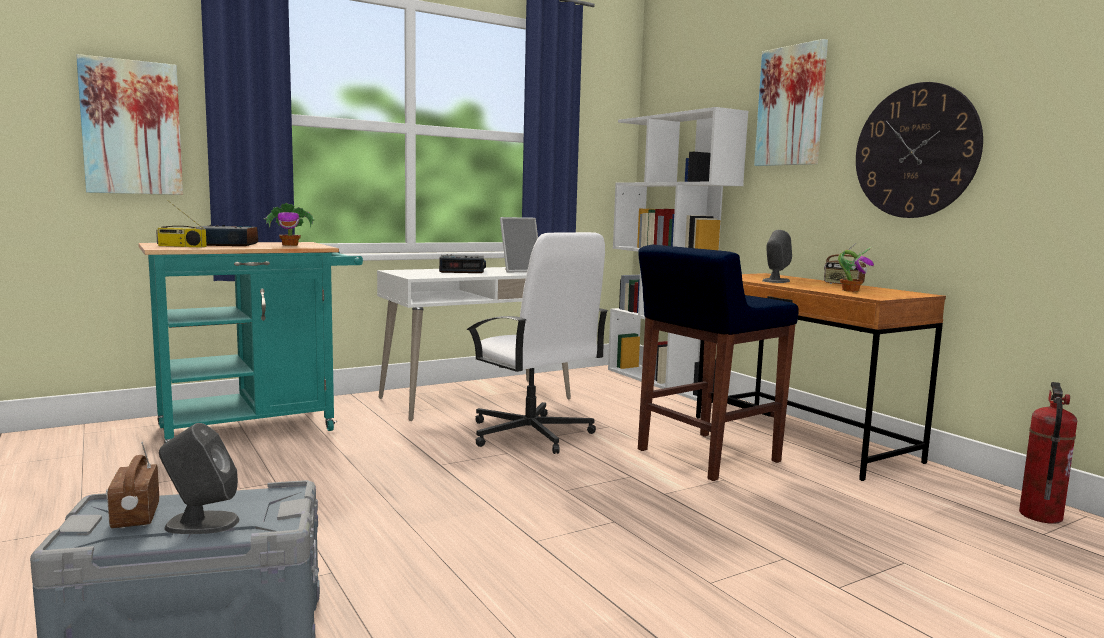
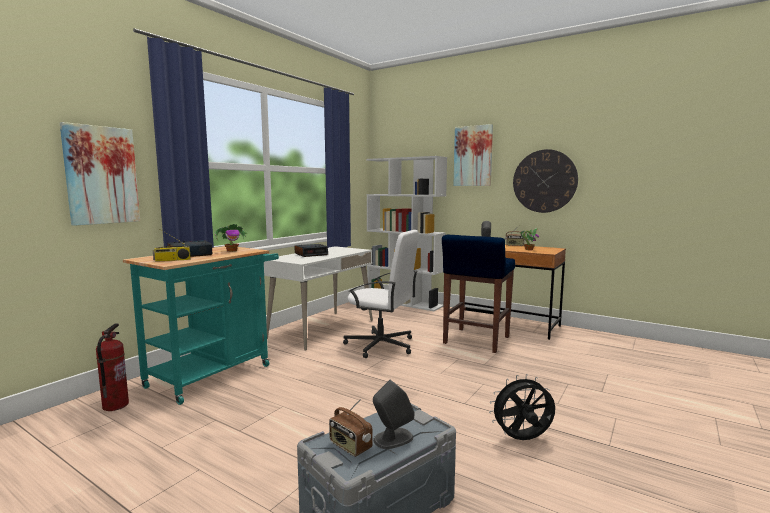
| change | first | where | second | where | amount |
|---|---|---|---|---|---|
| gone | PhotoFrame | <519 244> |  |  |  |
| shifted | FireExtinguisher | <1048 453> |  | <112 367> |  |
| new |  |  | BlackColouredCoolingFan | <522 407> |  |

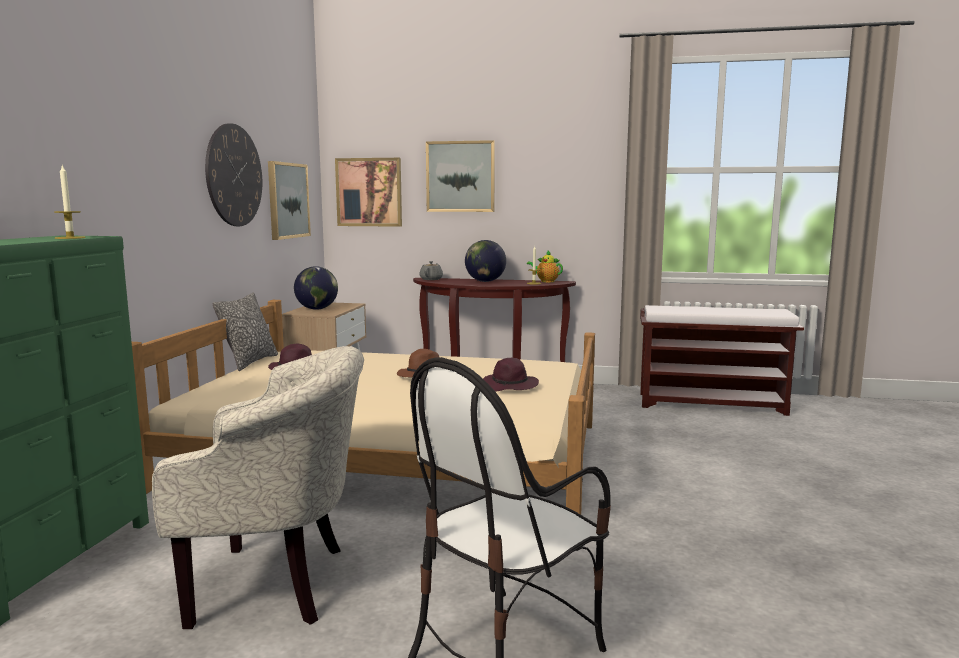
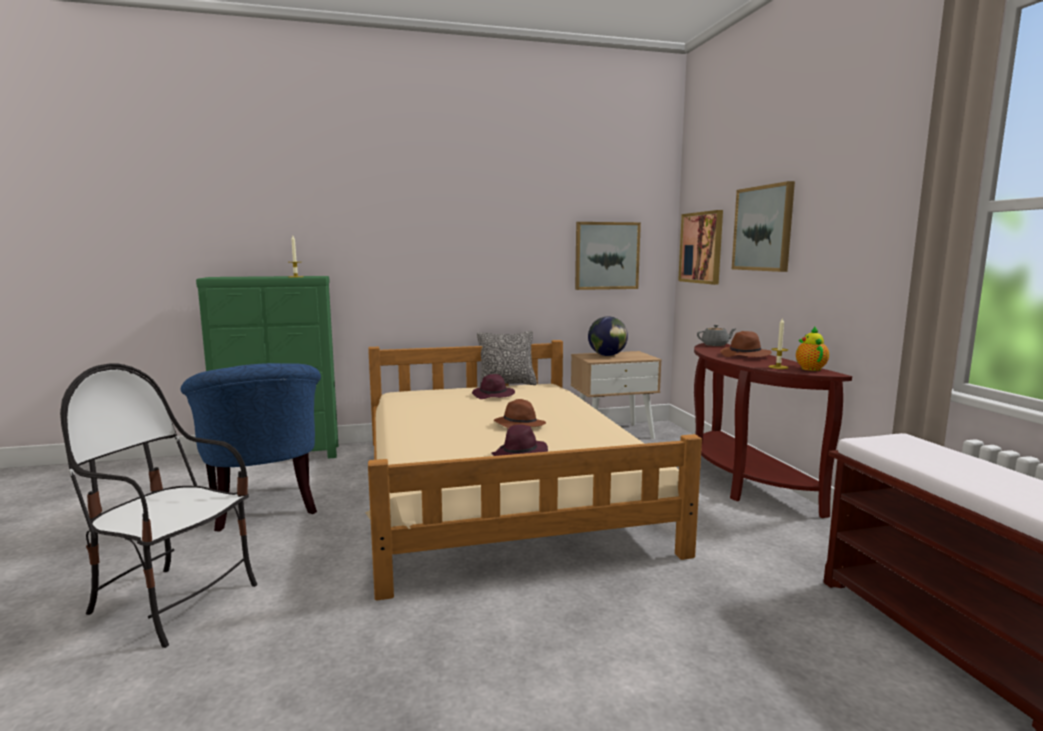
| change | first | where | second | where | amount |
|---|---|---|---|---|---|
| gone | ClockOnTheWall | <233 175> |  |  |  |
| swapped | WorldGlobe | <485 261> | BrownishClothingHat | <746 344> |  |
| repainted | BeigeColouredLoungeChair | <258 487> | BluishLoungeChair | <250 447> |  |

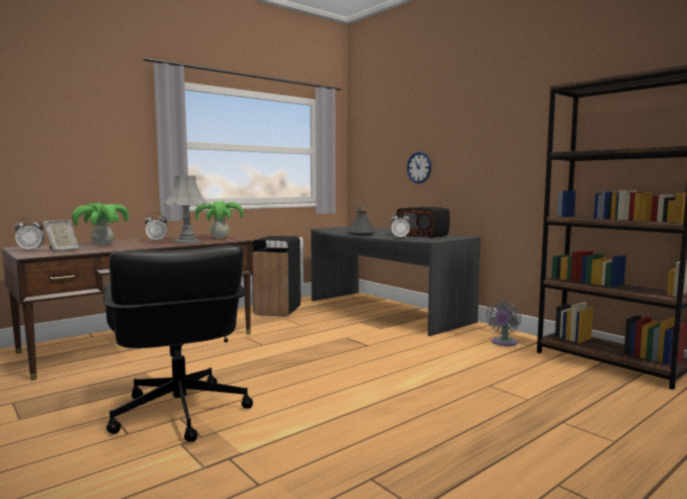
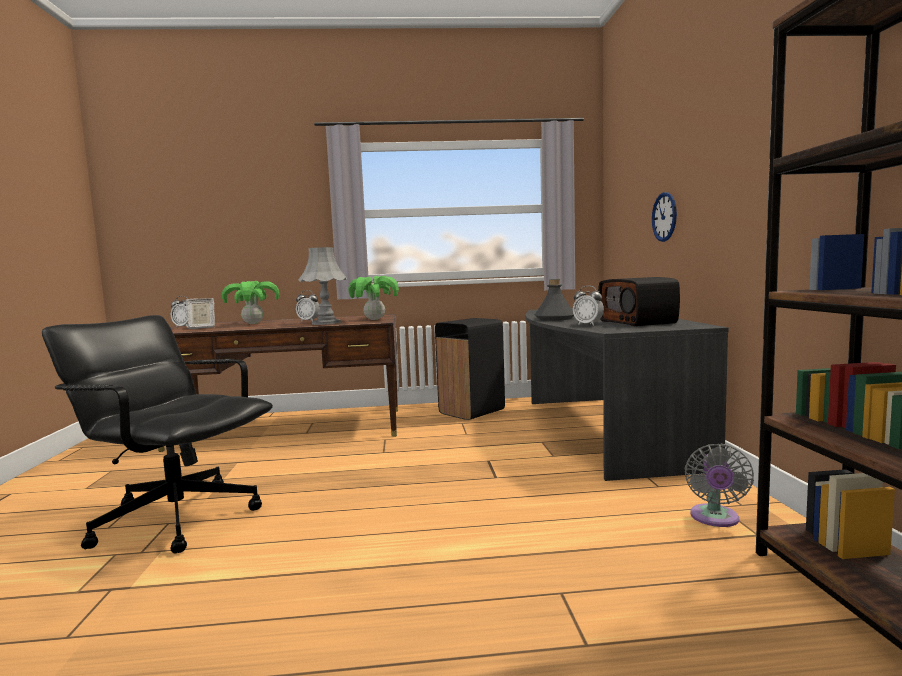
| change | first | where | second | where | amount |
|---|---|---|---|---|---|
| rotated | BlackColouredDeskChair | <178 343> |  | <157 434> | 105 degrees clockwise |
| rotated | GreyishCoolingFan | <503 323> |  | <719 485> | 45 degrees counterclockwise |

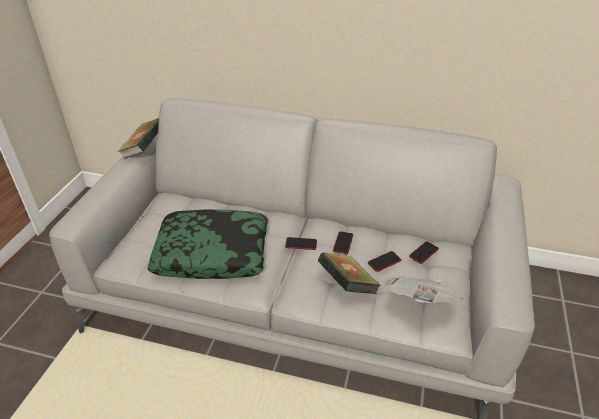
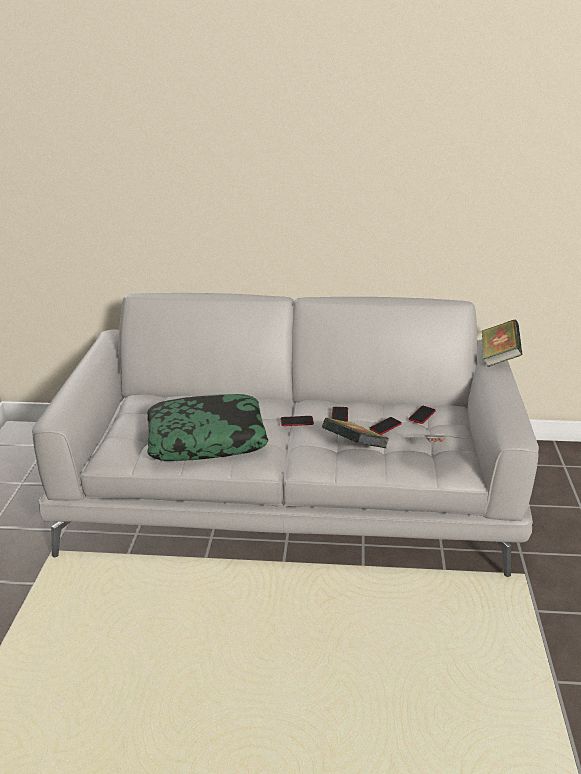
| change | first | where | second | where | amount |
|---|---|---|---|---|---|
| shifted | BoundBook | <138 138> |  | <502 343> |  |

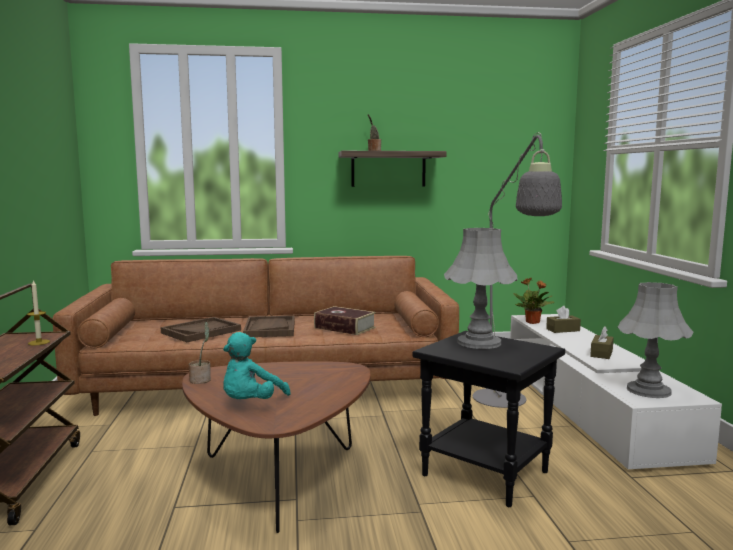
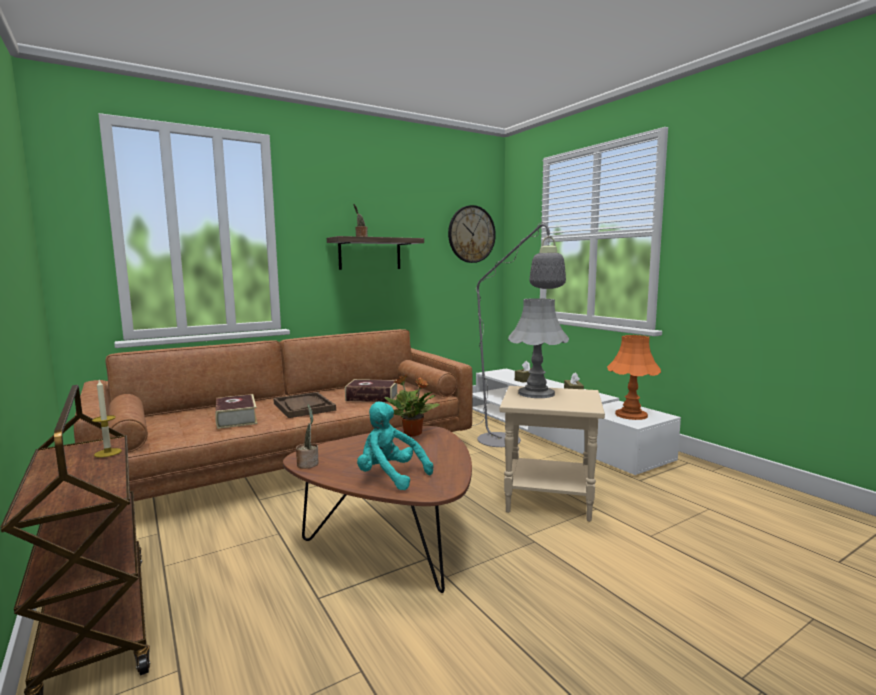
| change | first | where | second | where | amount |
|---|---|---|---|---|---|
| shifted | PottedPlant | <534 301> |  | <412 405> |  |
| repainted | GreyishTableLamp | <656 340> | OrangeColouredTableLamp | <634 377> |  |
| swapped | BrownishServingTray | <201 329> | BoundBook | <236 411> |  |
| repainted | BlackColouredAccentTable | <488 419> | BeigeColouredAccentTable | <552 454> |  |
| rotated | TurquoisePlushToy | <257 365> |  | <395 445> | 120 degrees clockwise |
| new |  |  | ClockOnTheWall | <472 234> |  |

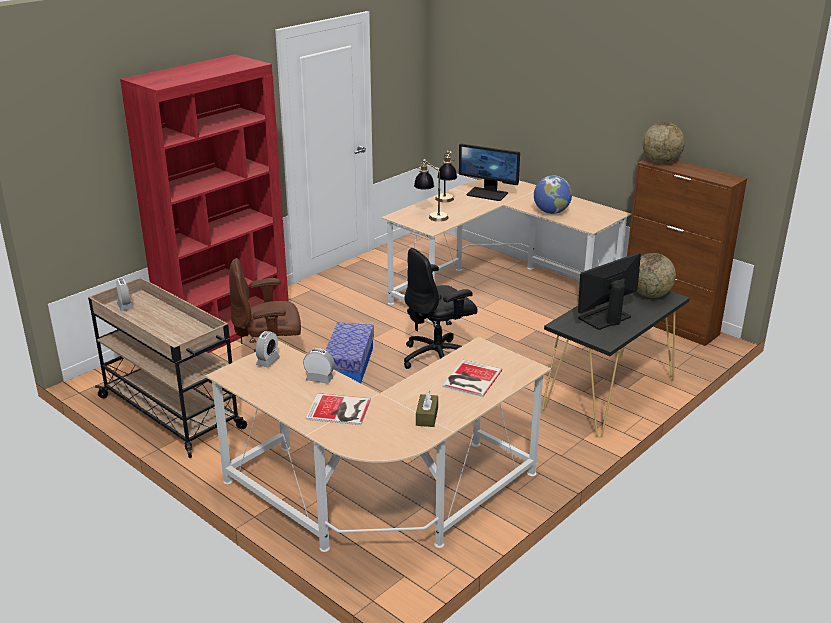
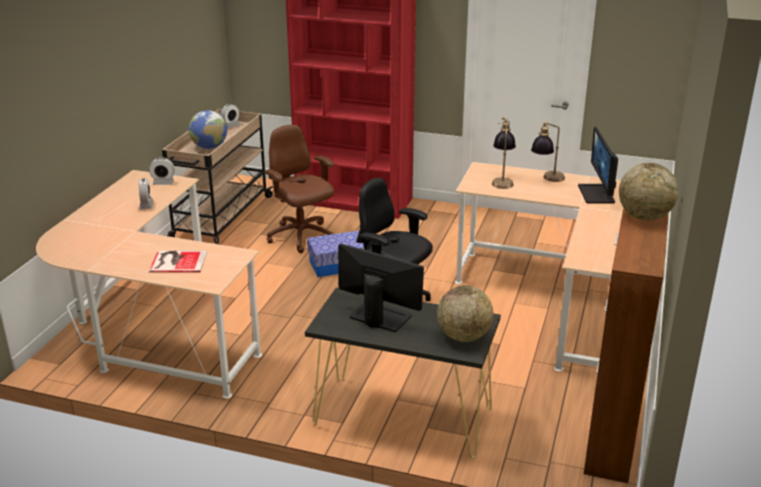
| change | first | where | second | where | amount |
|---|---|---|---|---|---|
| shifted | WorldGlobe | <553 194> |  | <208 129> |  |
| gone | BrownishBoxOfTissues | <427 409> |  |  |  |
| gone | BoundBook | <338 409> |  |  |  |

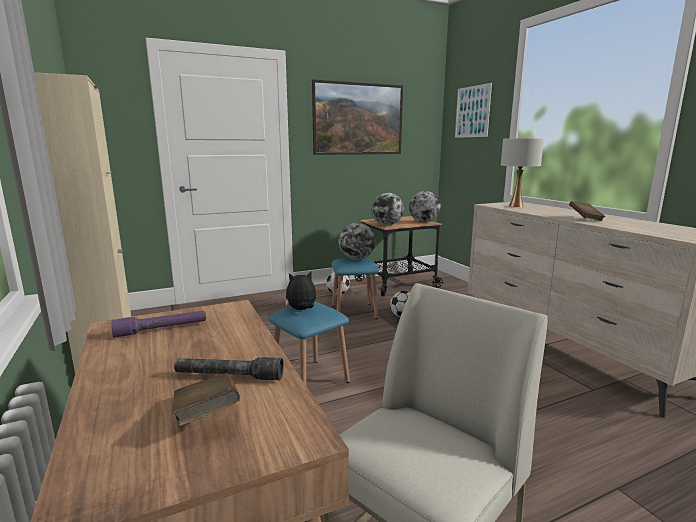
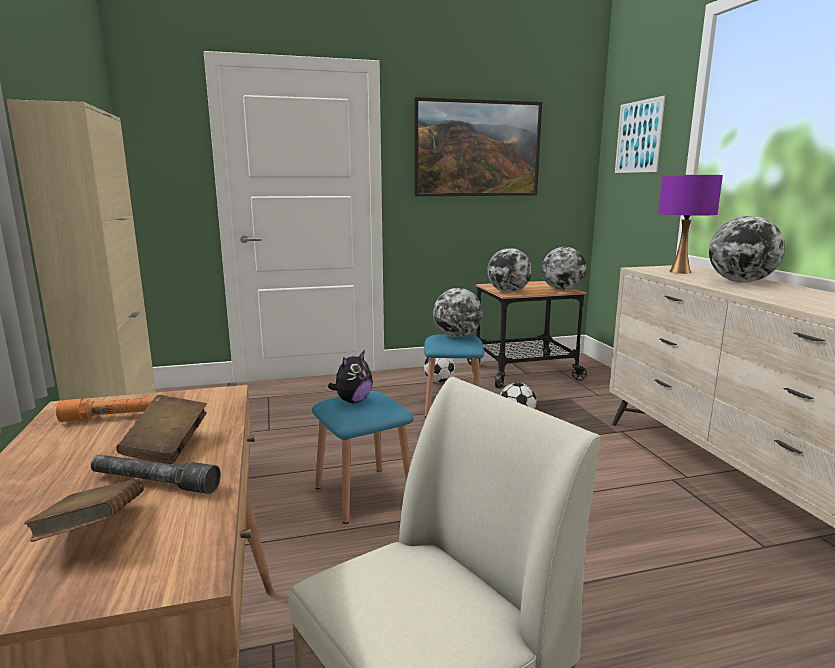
| change | first | where | second | where | amount |
|---|---|---|---|---|---|
| repainted | WhitishTableLamp | <522 172> | PurplishTableLamp | <690 224> |  |
| shifted | BrownishBoundBook | <587 211> |  | <161 429> |  |
| rotated | PlushToy | <300 291> |  | <350 376> | 135 degrees clockwise |
| repainted | PurplishHandTorch | <158 324> | OrangeColouredHandTorch | <115 409> |  |
| new |  |  | WorldGlobe | <747 249> |  |

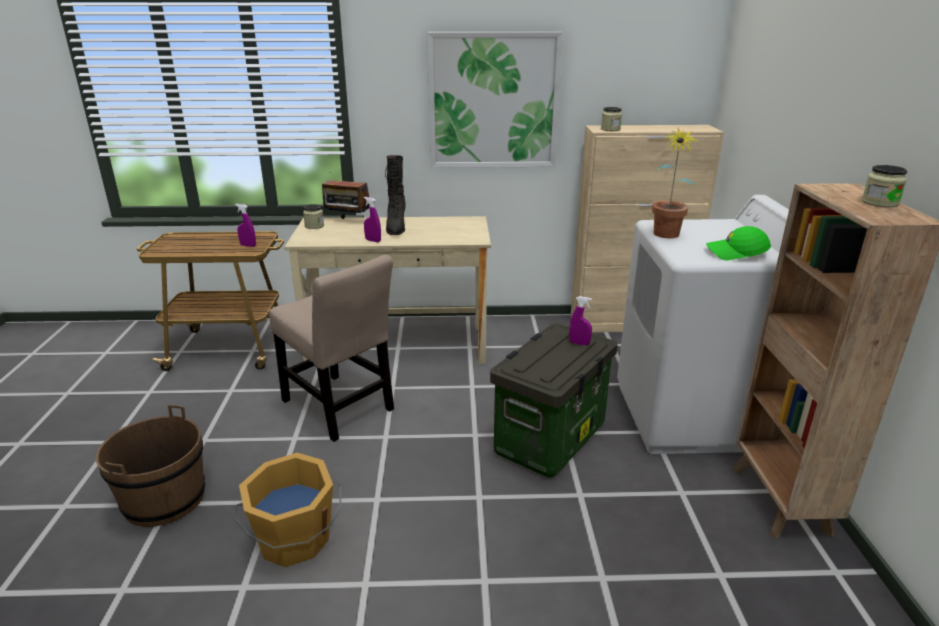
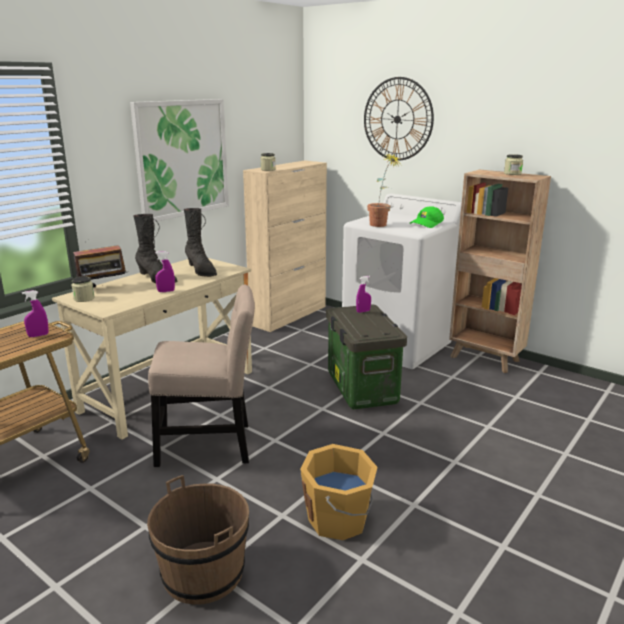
| change | first | where | second | where | amount |
|---|---|---|---|---|---|
| new |  |  | ClockOnTheWall | <399 119> |  |
| new |  |  | BlackColouredBoot | <200 242> |  |

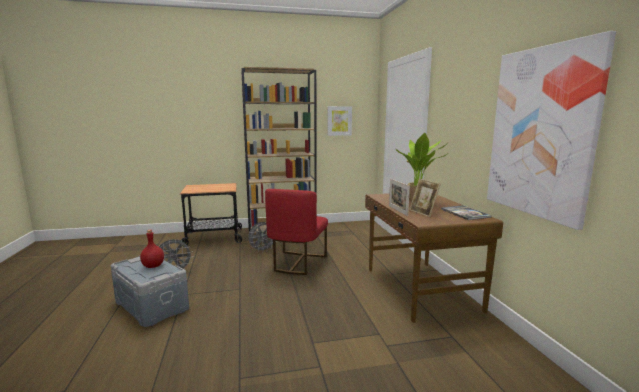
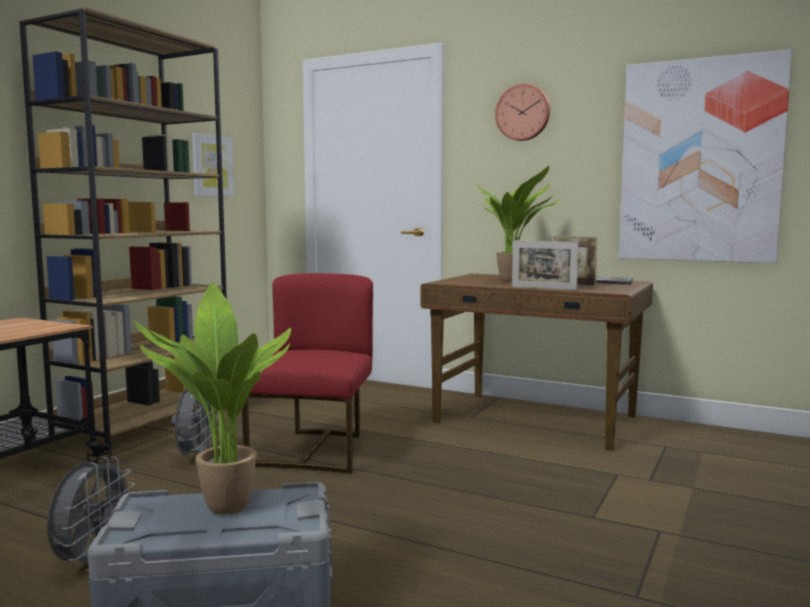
| change | first | where | second | where | amount |
|---|---|---|---|---|---|
| rotated | RedChair | <296 232> |  | <307 373> | 135 degrees counterclockwise |
| swapped | RedDrinkBottle | <152 249> | PottedPlant | <212 398> |  |
| new |  |  | ClockOnTheWall | <522 112> |  |

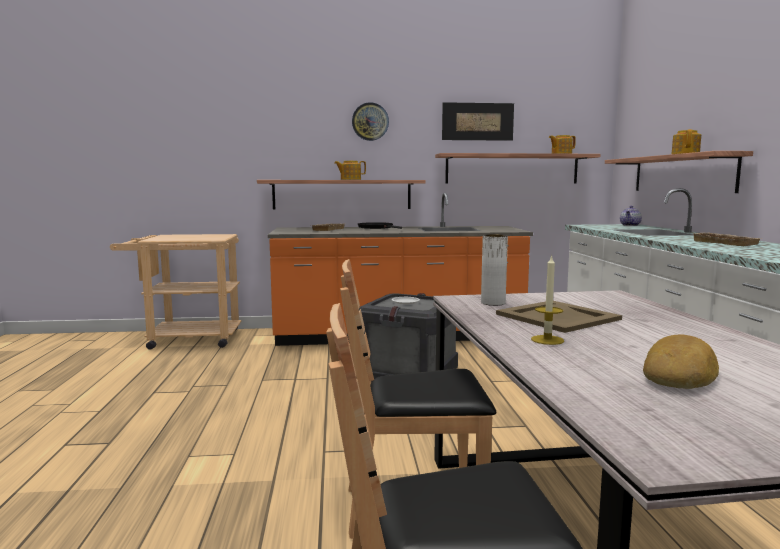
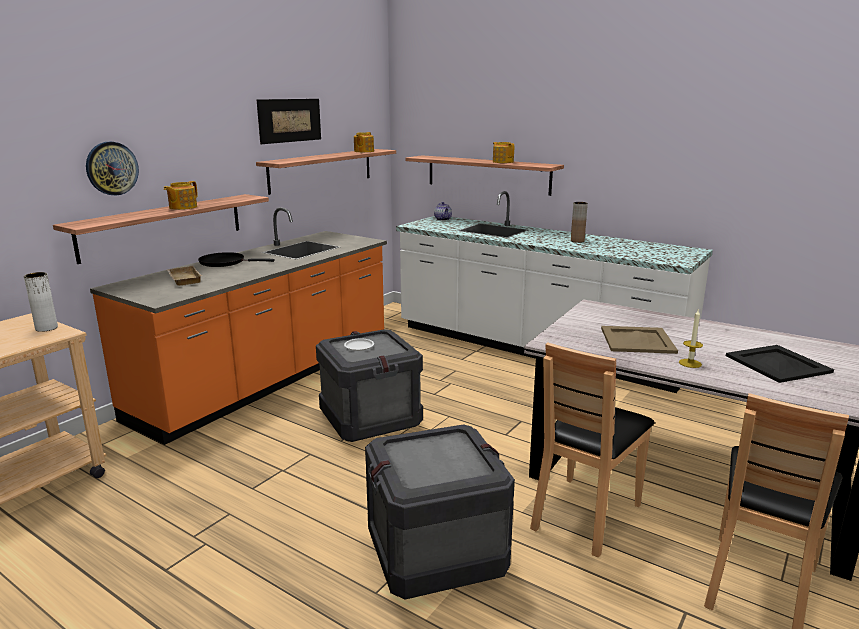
| change | first | where | second | where | amount |
|---|---|---|---|---|---|
| shifted | ClockOnTheWall | <370 121> |  | <112 169> |  |
| swapped | BeigeColouredServingTray | <726 239> | BrownishFlowerVase | <579 222> |  |
| shifted | WhitishFlowerVase | <494 270> |  | <41 302> |  |
| swapped | BakedBread | <681 362> | BlackColouredServingTray | <780 364> |  |
| new |  |  | PackingCrate | <440 512> |  |

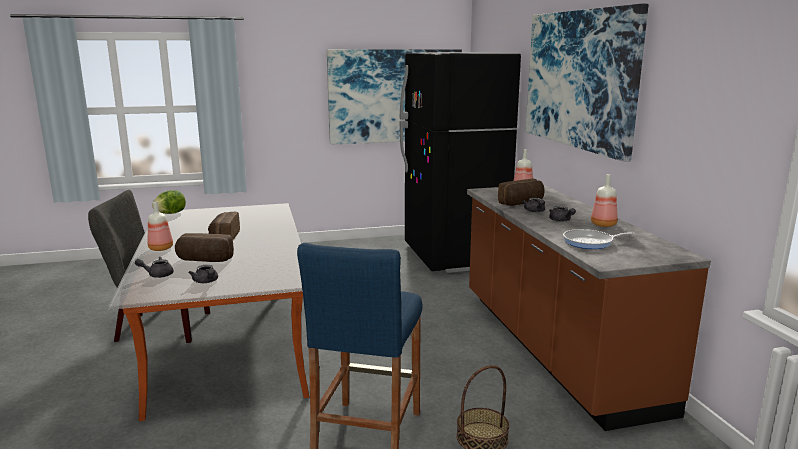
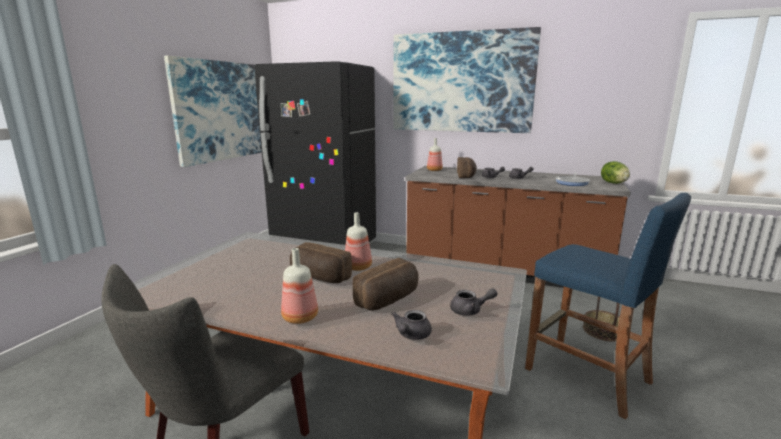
| change | first | where | second | where | amount |
|---|---|---|---|---|---|
| shifted | DrinkBottle | <604 200> |  | <358 241> |  |
| shifted | LettuceHead | <169 202> |  | <615 172> |  |

